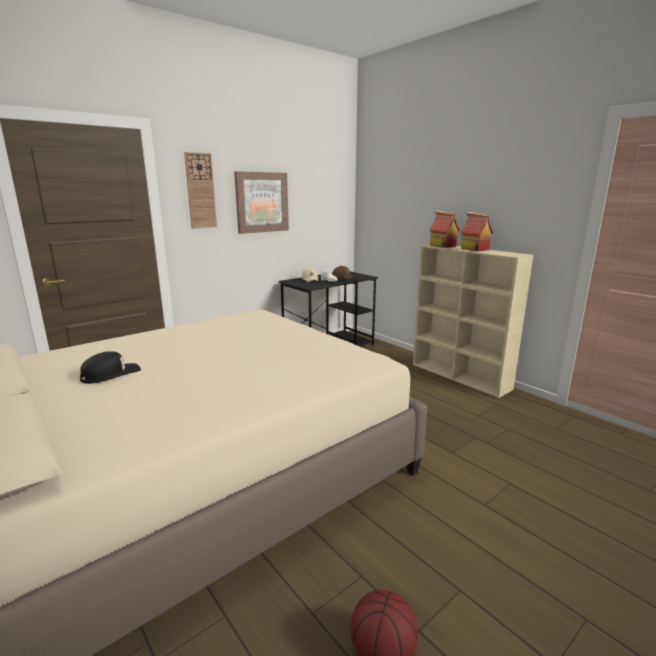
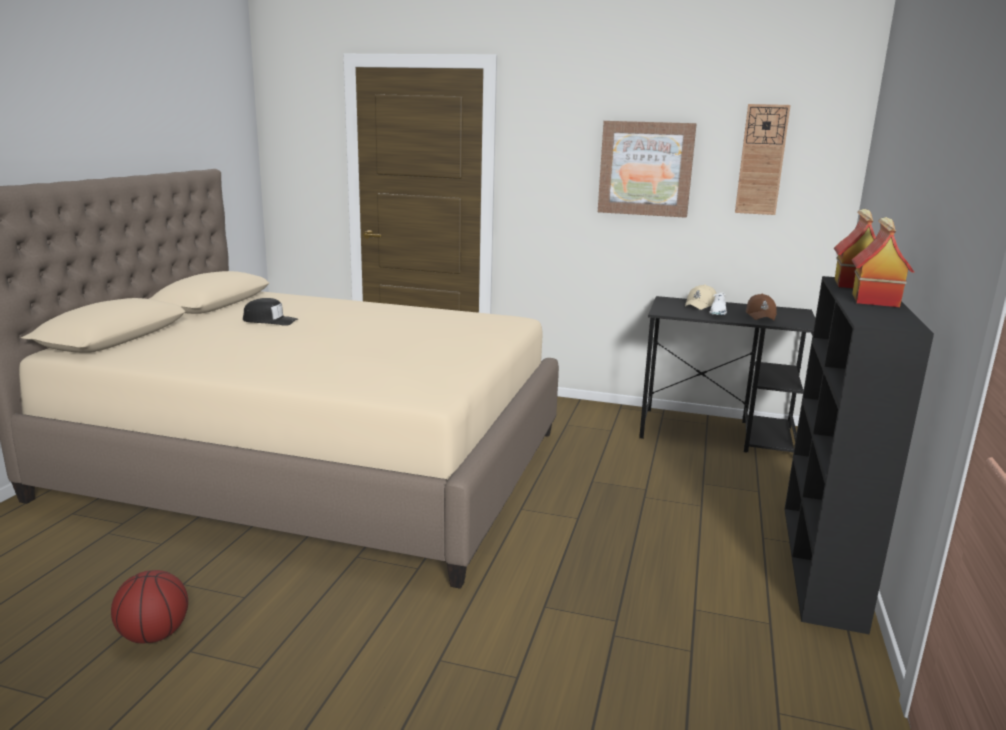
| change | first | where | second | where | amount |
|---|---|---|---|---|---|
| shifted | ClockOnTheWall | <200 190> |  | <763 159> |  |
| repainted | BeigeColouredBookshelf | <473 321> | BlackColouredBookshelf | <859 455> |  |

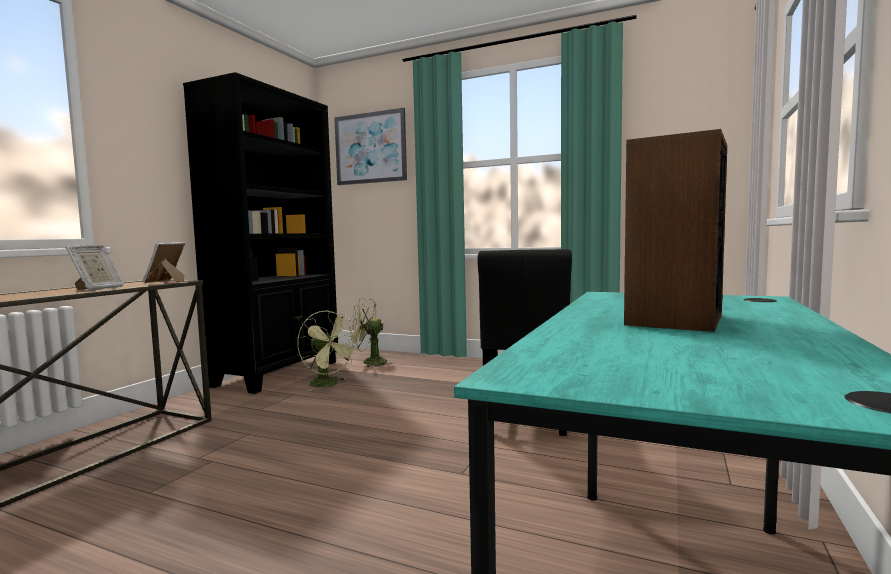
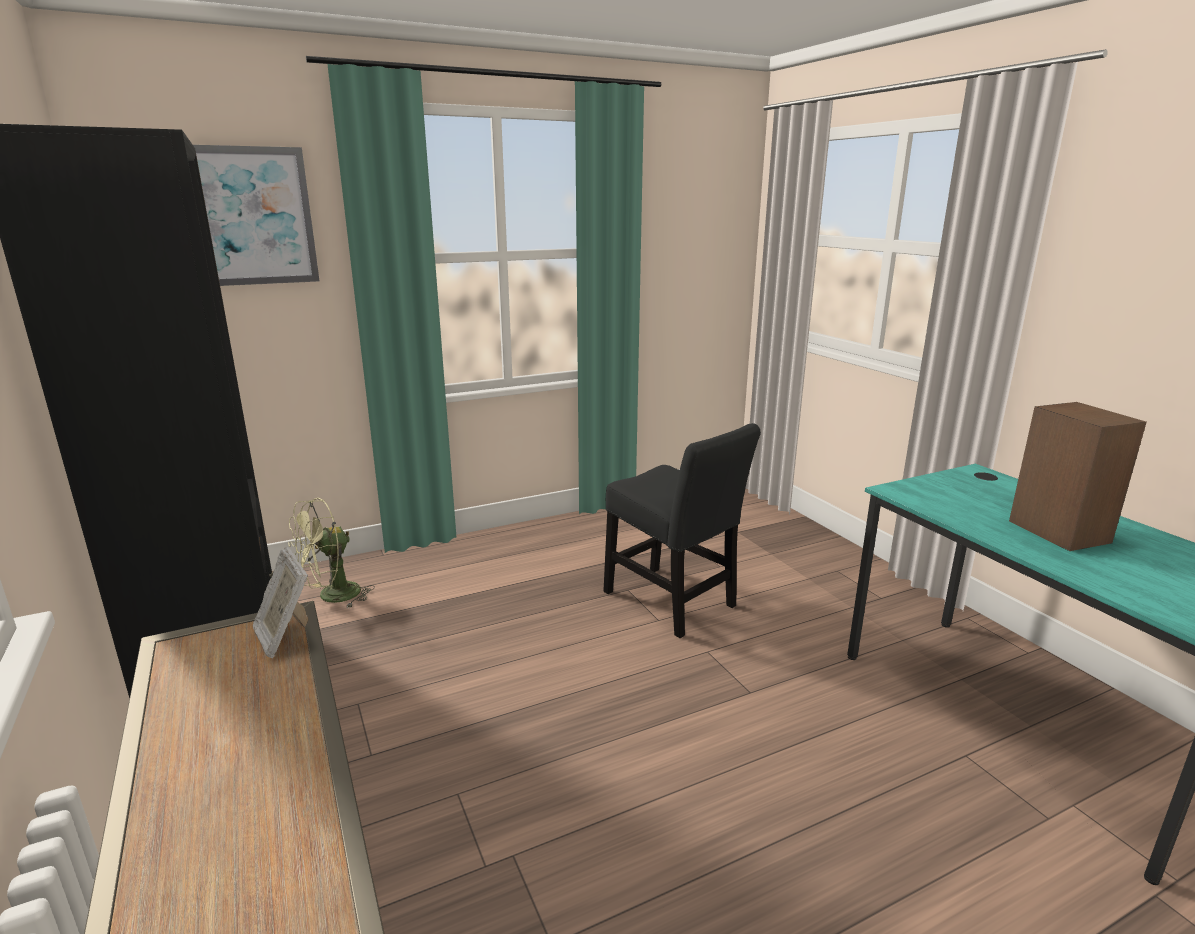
| change | first | where | second | where | amount |
|---|---|---|---|---|---|
| gone | PhotoFrame | <94 267> |  |  |  |
| gone | GreenCoolingFan | <328 350> |  |  |  |

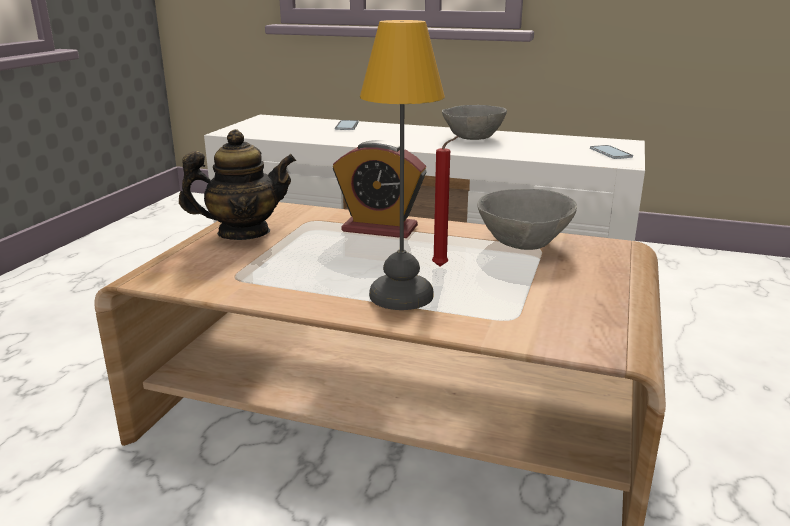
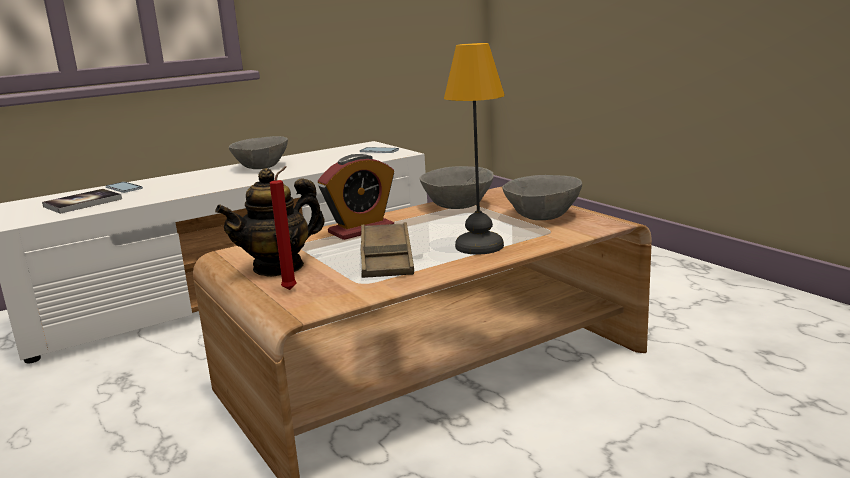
| change | first | where | second | where | amount |
|---|---|---|---|---|---|
| rotated | PotForTea | <237 184> |  | <270 222> | 150 degrees counterclockwise |
| shifted | RedWaxLight | <445 201> |  | <283 228> |  |
| new |  |  | GreyishBowl | <542 197> |  |
| new |  |  | BoundBook | <82 201> |  |
| new |  |  | BrownishServingTray | <387 250> |  |

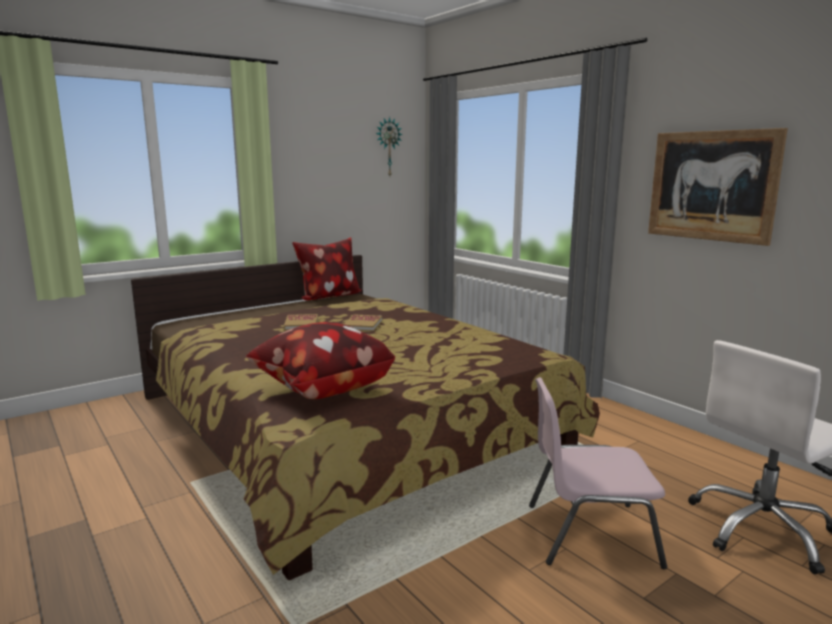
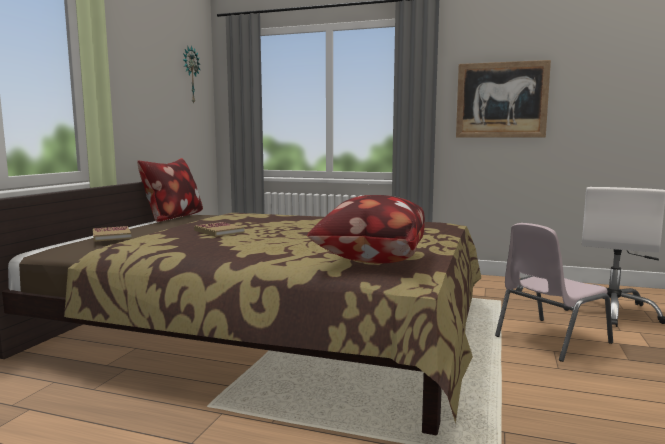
| change | first | where | second | where | amount |
|---|---|---|---|---|---|
| shifted | BoundBook | <363 323> |  | <112 234> |  |

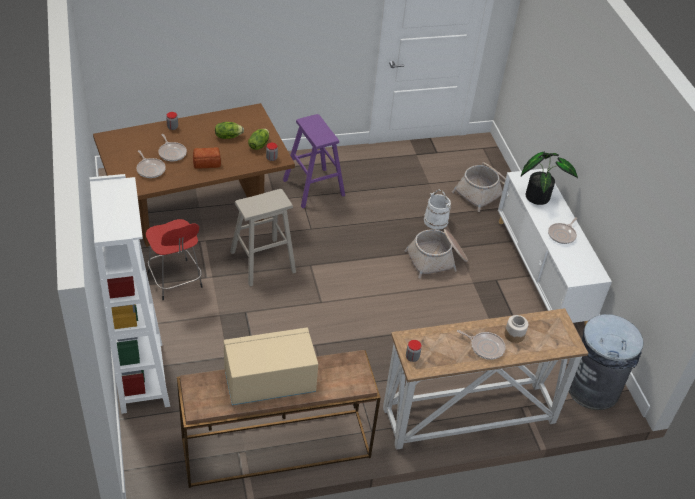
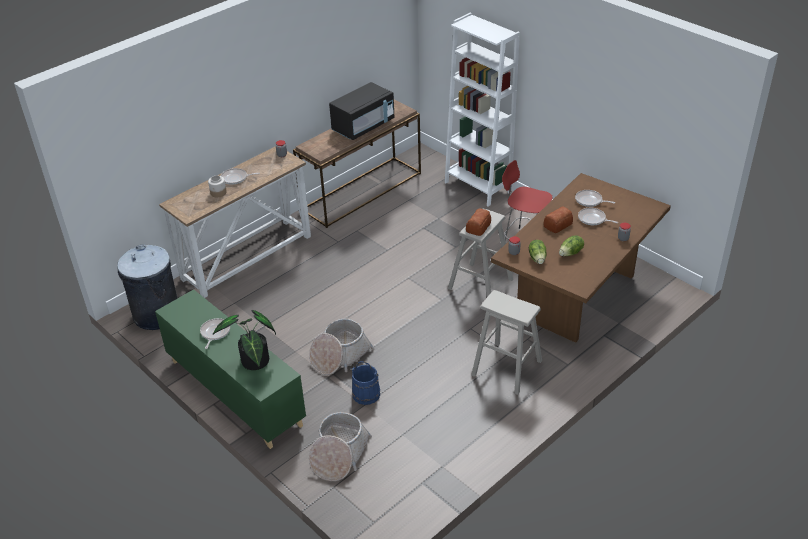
| change | first | where | second | where | amount |
|---|---|---|---|---|---|
| repainted | PurplishStoolSeat | <314 161> | BeigeColouredStoolSeat | <506 342> |  |
| repainted | WhitishCabinet | <555 246> | GreenCabinet | <230 369> |  |
| repainted | WhitishWaterBucket | <437 209> | BluishWaterBucket | <365 383> |  |
| repainted | BeigeColouredMicrowave | <271 366> | BlackColouredMicrowave | <362 111> |  |
| new |  |  | BakedBread | <478 222> |  |

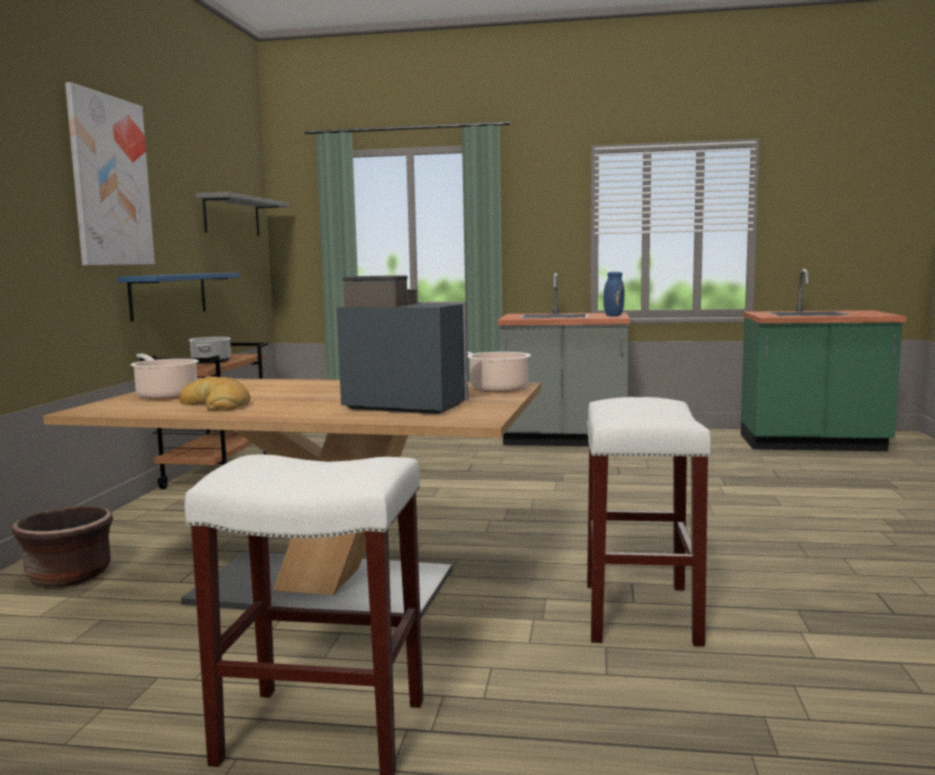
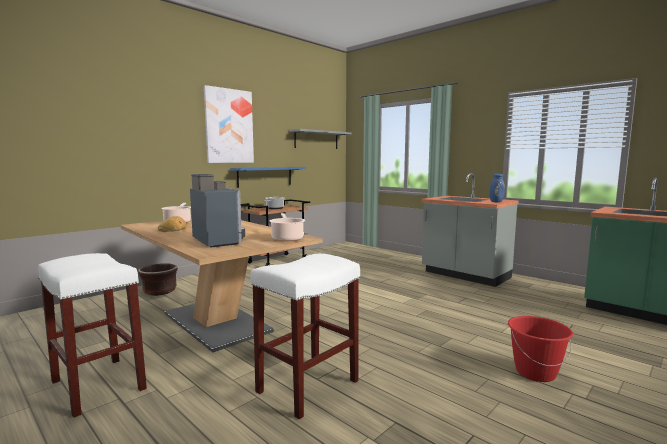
| change | first | where | second | where | amount |
|---|---|---|---|---|---|
| new |  |  | RedWaterBucket | <540 349> |  |

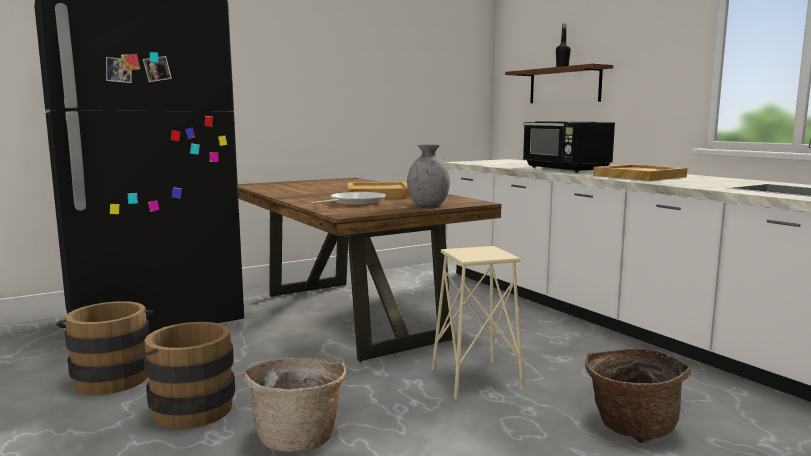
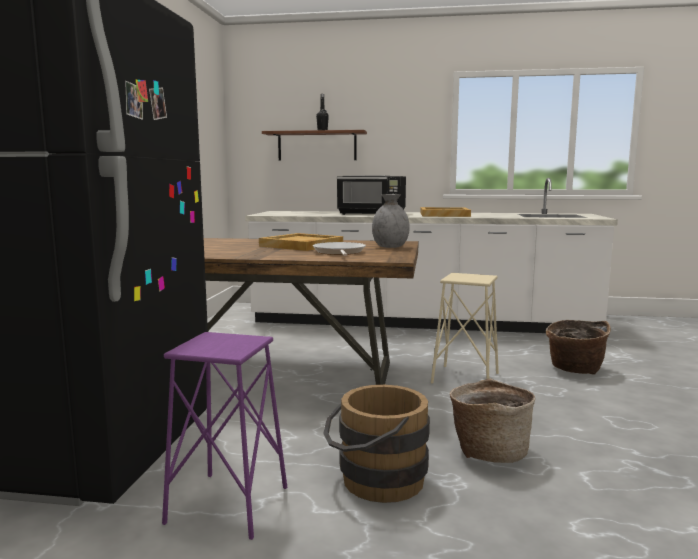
| change | first | where | second | where | amount |
|---|---|---|---|---|---|
| swapped | BrownishWaterBucket | <105 348> | PurplishStoolSeat | <224 436> |  |

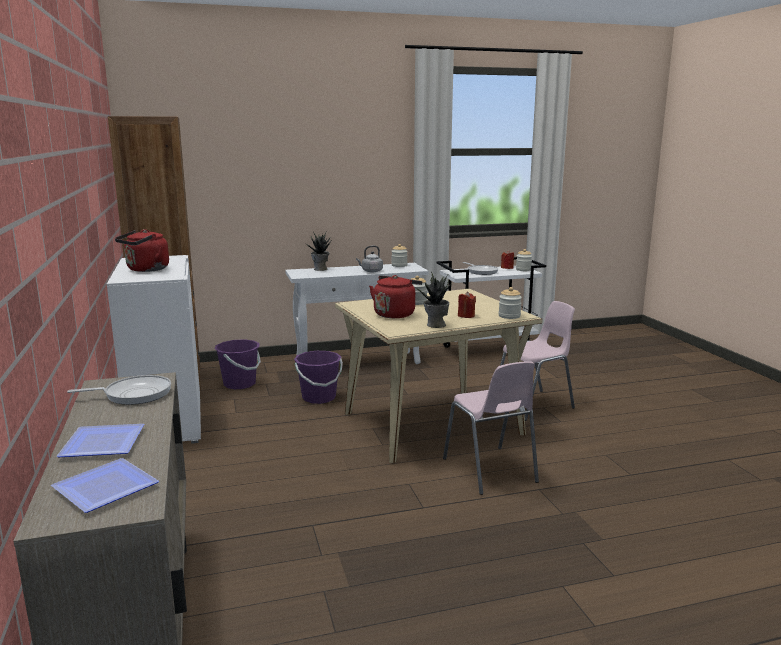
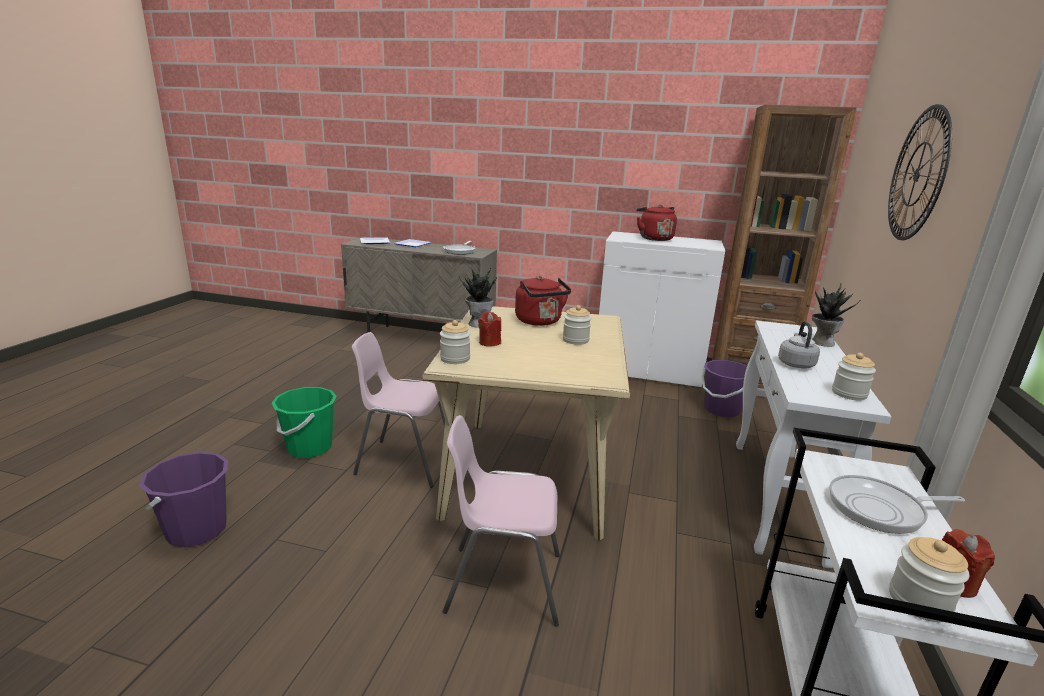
| change | first | where | second | where | amount |
|---|---|---|---|---|---|
| rotated | PinkChair | <537 361> |  | <501 520> | 90 degrees clockwise |
| shifted | PurplishWaterBucket | <318 377> |  | <183 499> |  |
| new |  |  | ClockOnTheWall | <920 172> |  |
| new |  |  | GreenWaterBucket | <304 422> |  |

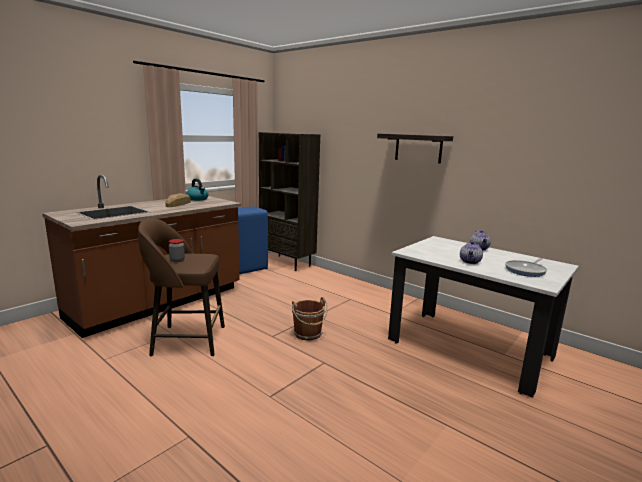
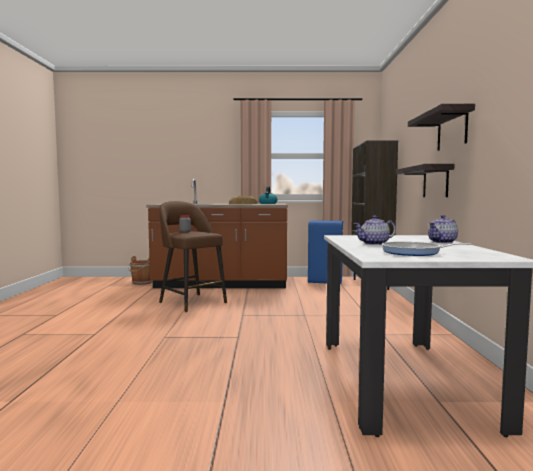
| change | first | where | second | where | amount |
|---|---|---|---|---|---|
| shifted | BrownishWaterBucket | <310 319> |  | <140 270> |  |
| new |  |  | WallShelf | <425 180> |  |

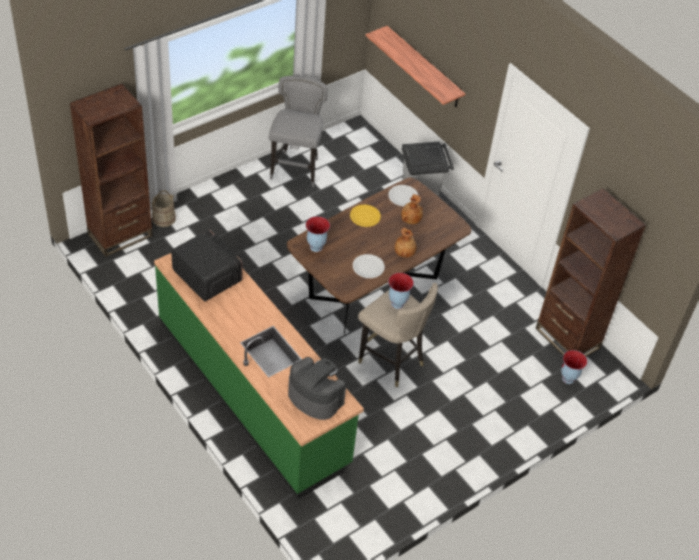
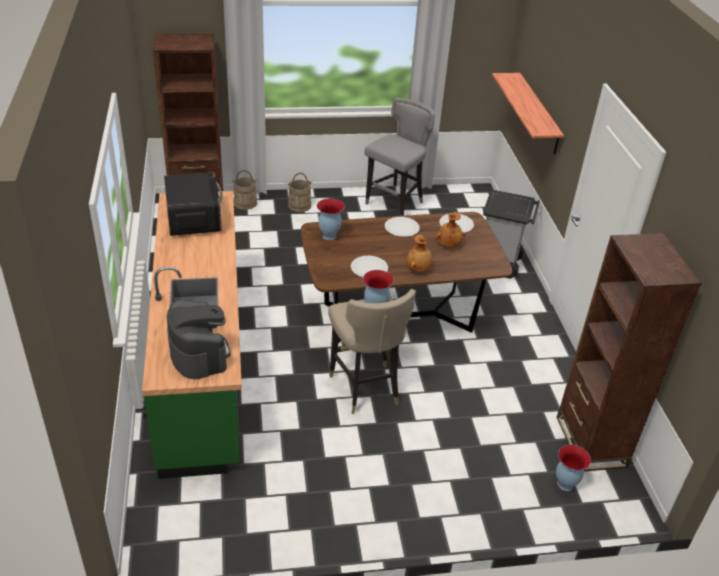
| change | first | where | second | where | amount |
|---|---|---|---|---|---|
| repainted | YellowColouredFlatDish | <365 215> | WhitishFlatDish | <402 227> |  |
| new |  |  | BeigeColouredWaterBucket | <300 192> |  |

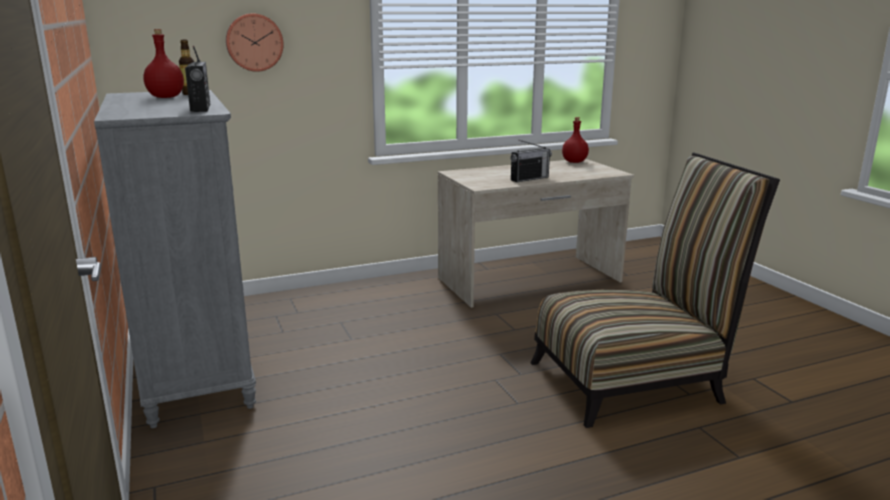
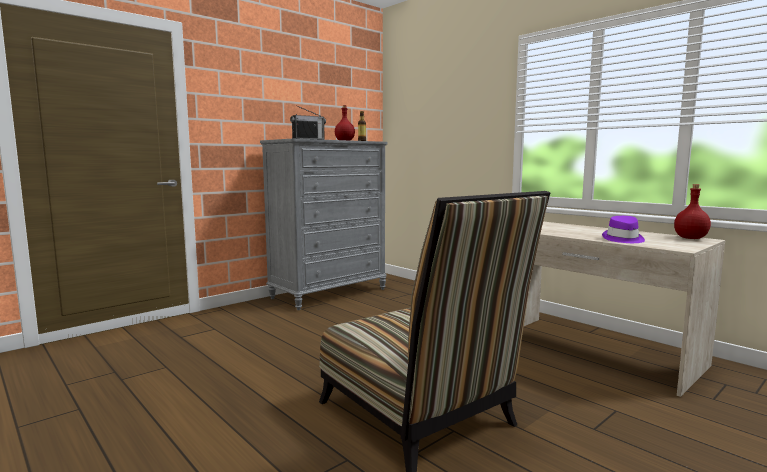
| change | first | where | second | where | amount |
|---|---|---|---|---|---|
| gone | ClockOnTheWall | <255 43> |  |  |  |
| gone | Radio | <531 161> |  |  |  |
| new |  |  | PurplishClothingHat | <623 229> |  |

